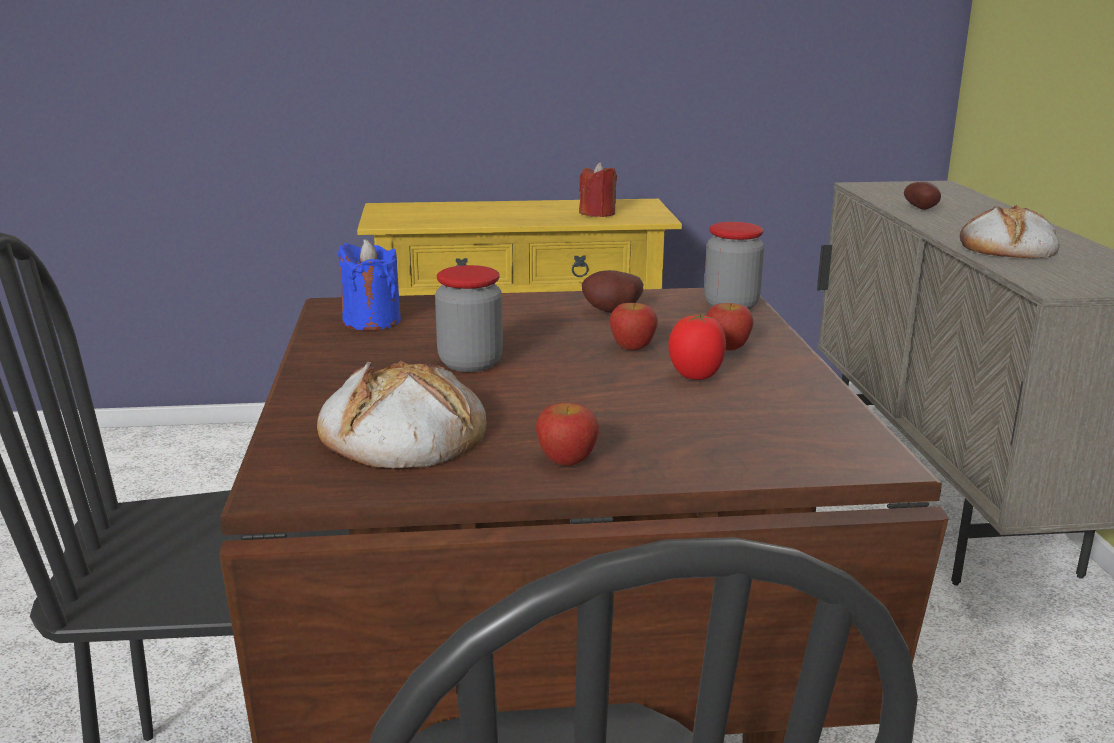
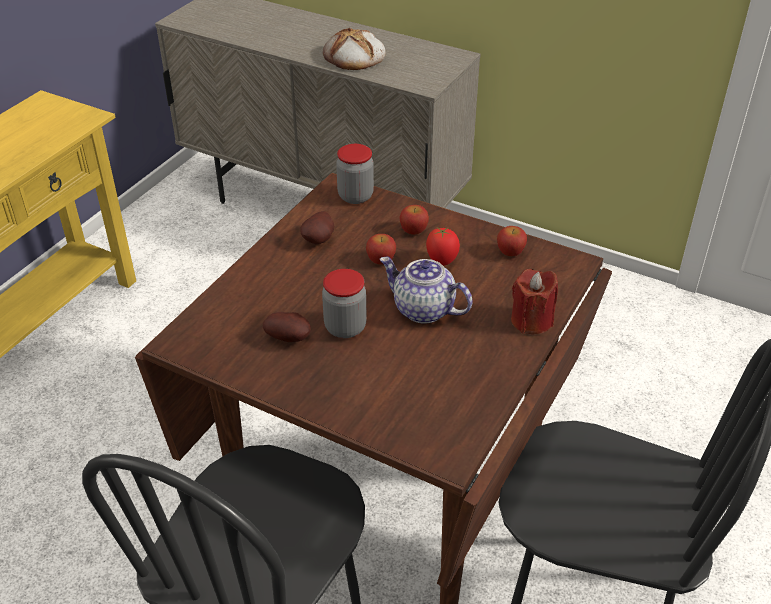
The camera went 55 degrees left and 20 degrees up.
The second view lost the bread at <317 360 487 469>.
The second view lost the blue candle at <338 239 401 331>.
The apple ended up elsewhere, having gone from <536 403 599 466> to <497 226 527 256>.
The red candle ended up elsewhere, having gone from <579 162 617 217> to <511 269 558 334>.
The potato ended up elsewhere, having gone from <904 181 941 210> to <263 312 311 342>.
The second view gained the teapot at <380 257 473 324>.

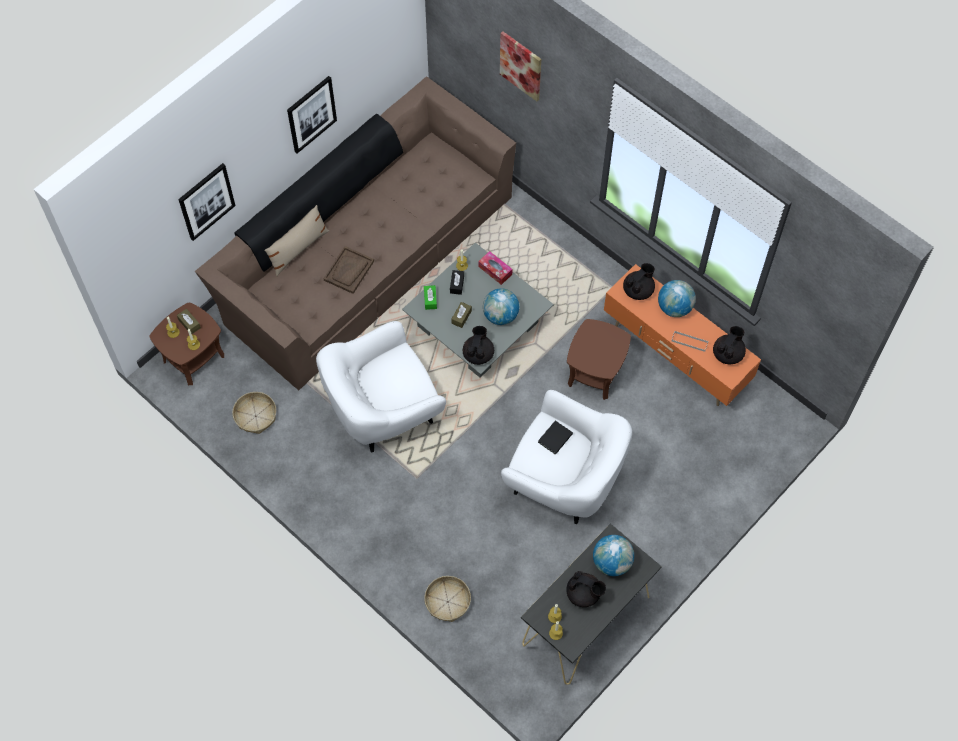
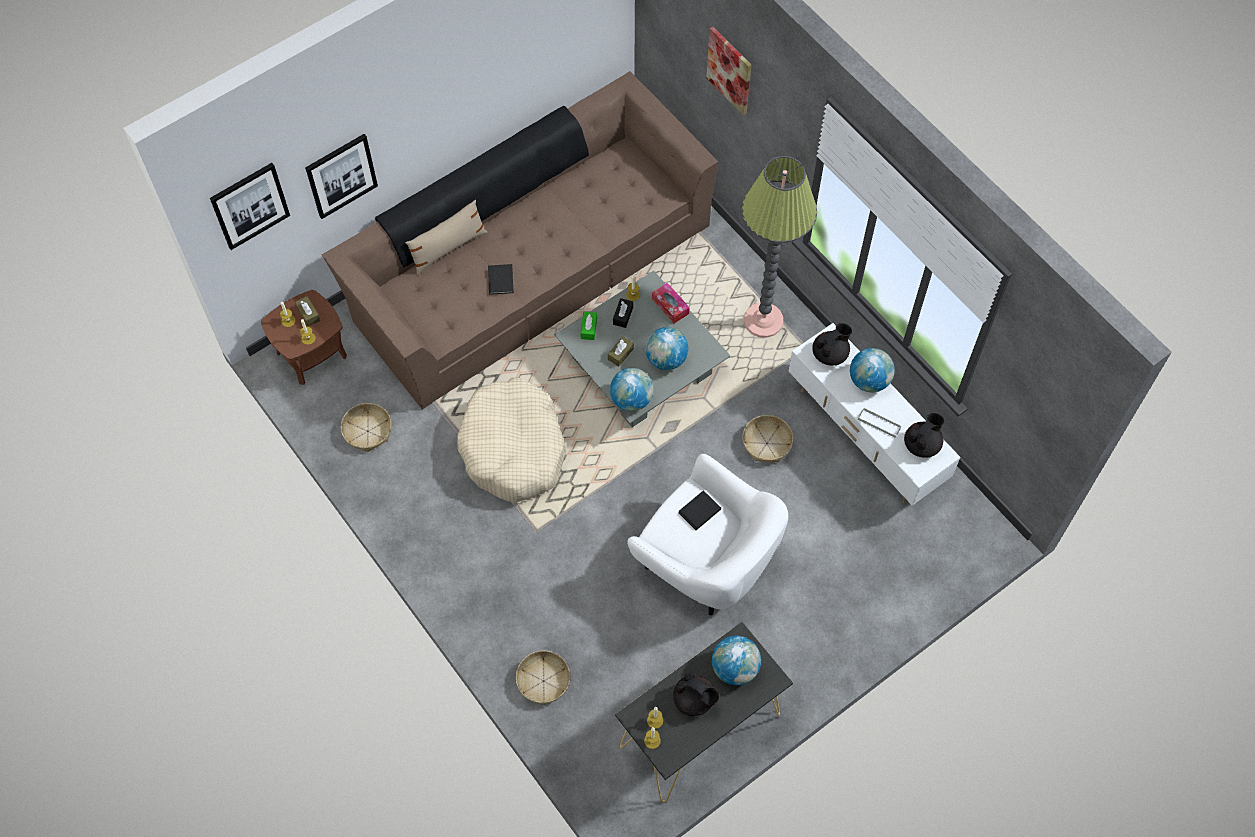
The camera went 10 degrees right and 0 degrees up.
The picture ended up elsewhere, having gone from <287 76 337 154> to <210 163 290 250>.
Where the white armchair stood at <316 321 446 452>, the beige dog bed came to stand at <457 377 566 503>.
Where the brown tray stood at <323 246 374 294>, the black book came to stand at <488 264 514 295>.
Where the black teapot stood at <463 326 494 365>, the globe came to stand at <610 368 654 411>.
Where the brown side table stood at <567 319 631 400>, the basket came to stand at <742 415 793 462>.
What was the orange tv stand at <604 264 761 406> turned into the white tv stand at <789 323 960 505>.
The second view gained the floor lamp at <742 156 817 338>.

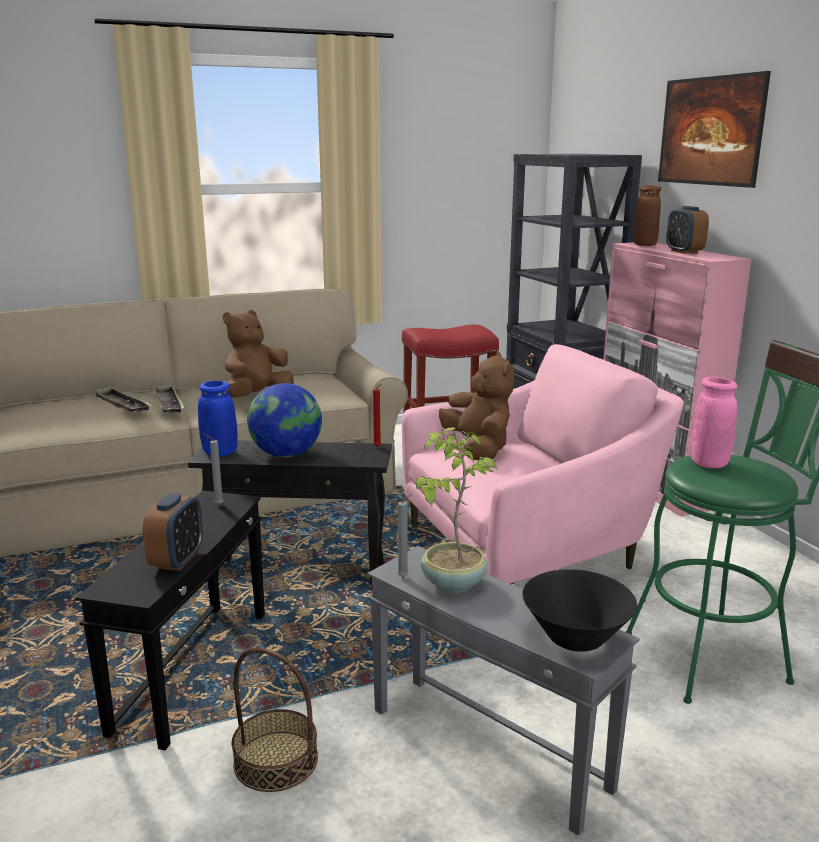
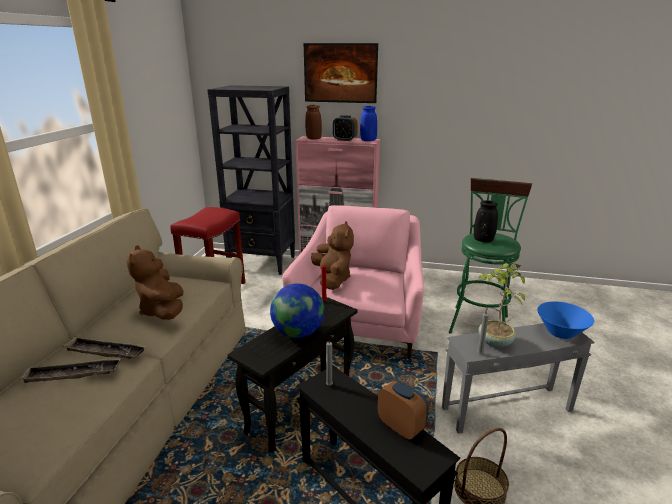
The camera went 55 degrees left and 5 degrees up.
The blue vase ended up elsewhere, having gone from <198 381 237 456> to <360 106 377 141>.
The brown plush toy at <439 352 515 460> ended up facing another way, 60 degrees clockwise from before.
What was the black bowl at <522 569 637 652> turned into the blue bowl at <537 301 594 339>.
What was the pink vase at <691 377 737 468> turned into the black vase at <474 201 498 243>.

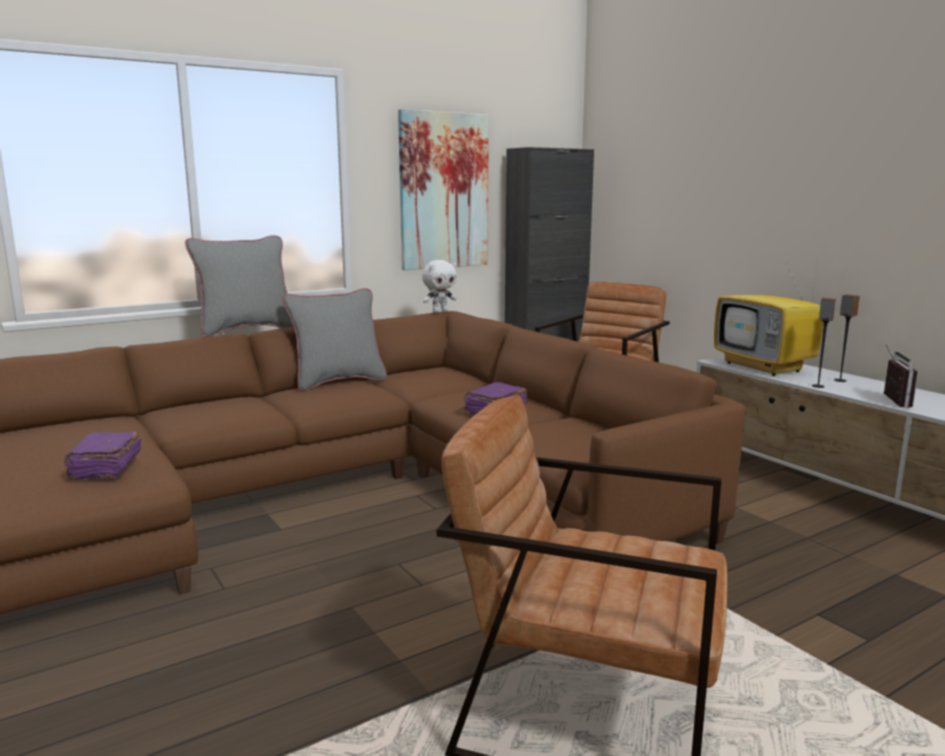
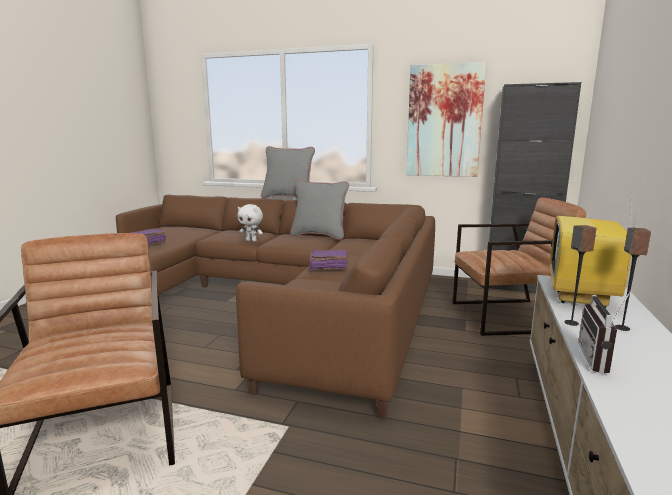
The camera went 50 degrees right and 0 degrees up.
The white plush toy ended up elsewhere, having gone from <422 260 457 313> to <237 204 263 241>.
The radio at <884 344 918 408> ended up facing another way, 135 degrees clockwise from before.

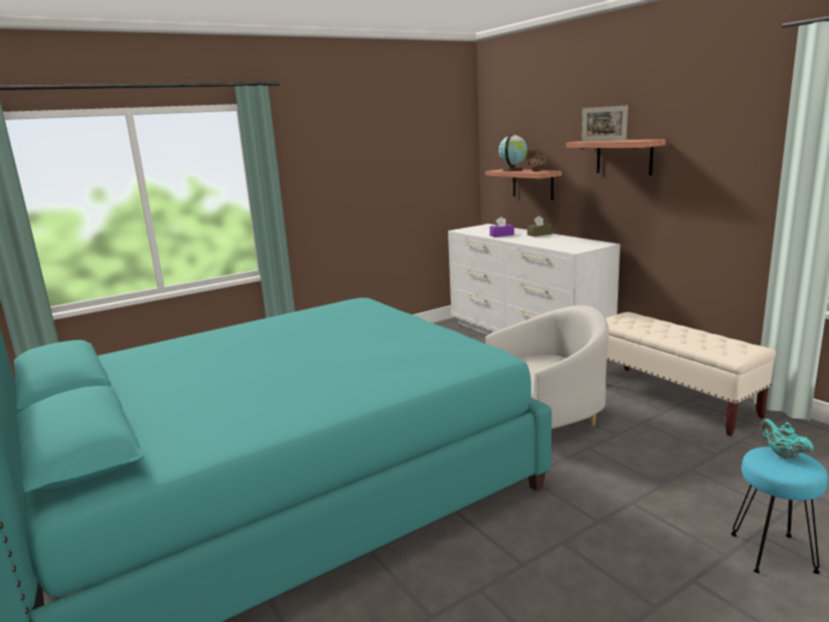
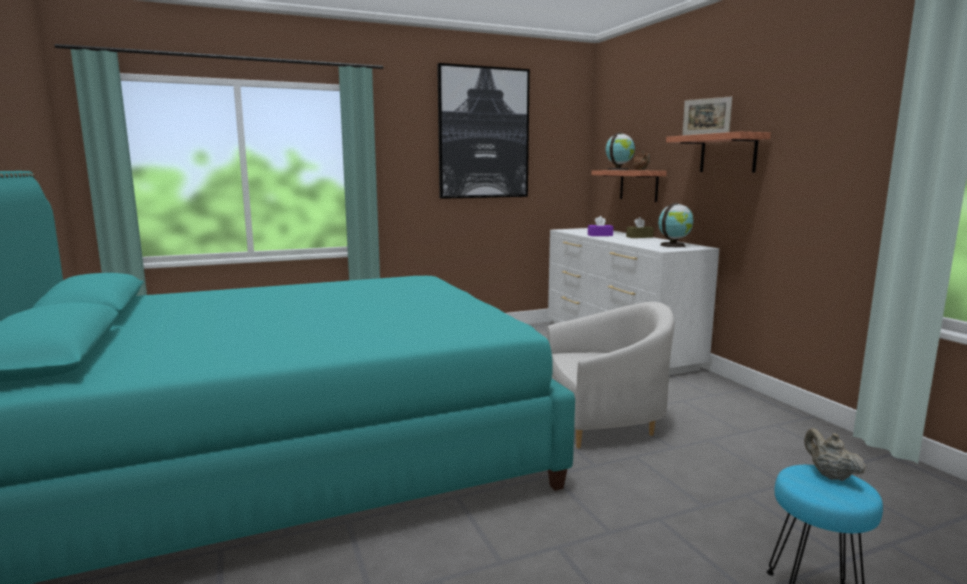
The camera went 10 degrees right and 5 degrees down.
The second view lost the beige bench at <606 312 776 436>.
What was the turquoise teapot at <759 419 814 459> turned into the beige teapot at <804 428 866 481>.
The second view gained the picture at <437 63 530 199>.
The second view gained the globe at <658 203 694 247>.

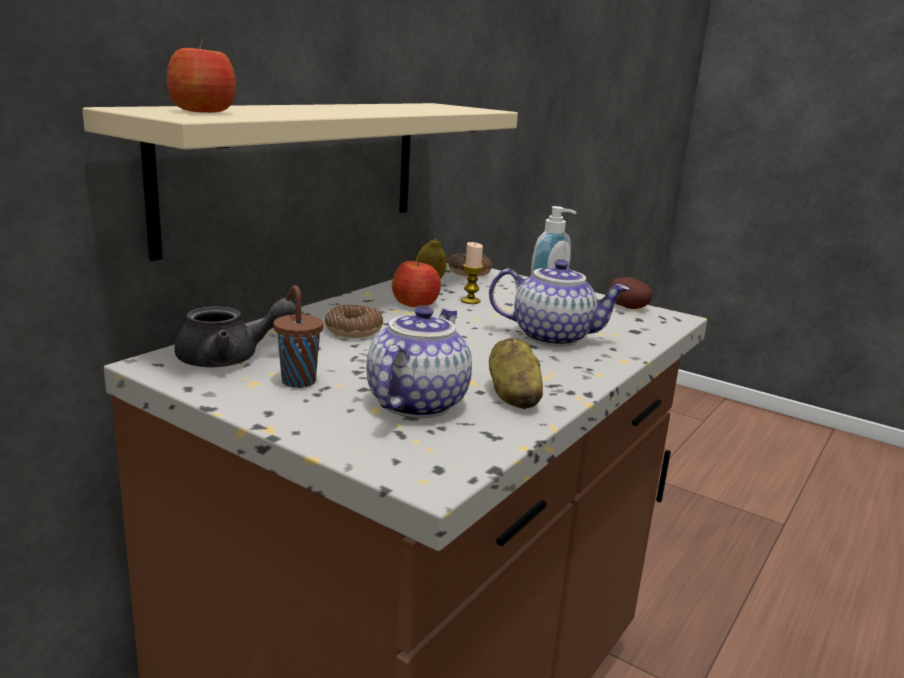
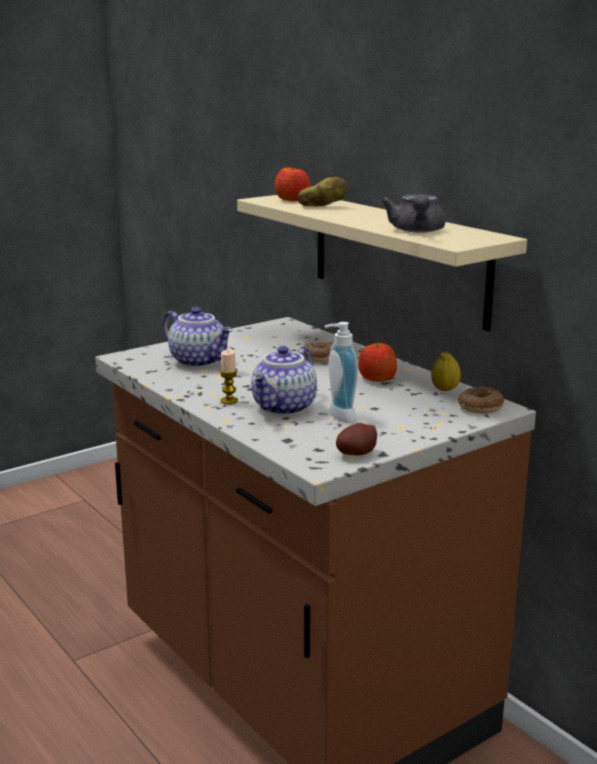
The camera went 110 degrees right and 0 degrees up.
The grey teapot ended up elsewhere, having gone from <175 298 296 368> to <381 194 445 233>.
The second view lost the brown cup at <273 285 324 388>.
The candle ended up elsewhere, having gone from <461 242 483 304> to <220 349 238 404>.
The potato ended up elsewhere, having gone from <489 338 543 409> to <297 176 348 206>.

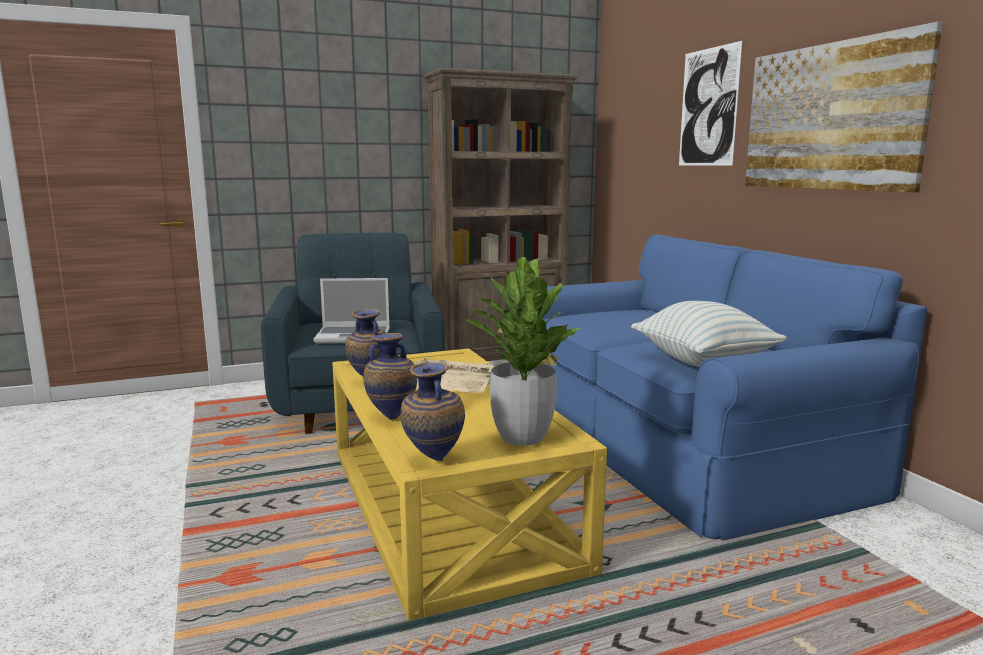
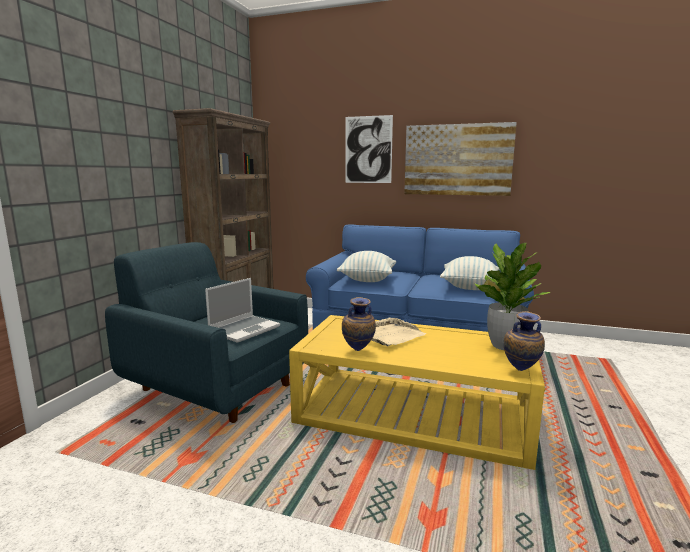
The camera went 50 degrees left and 0 degrees up.
The second view lost the vase at <363 333 417 420>.
The second view gained the pillow at <337 251 396 282>.

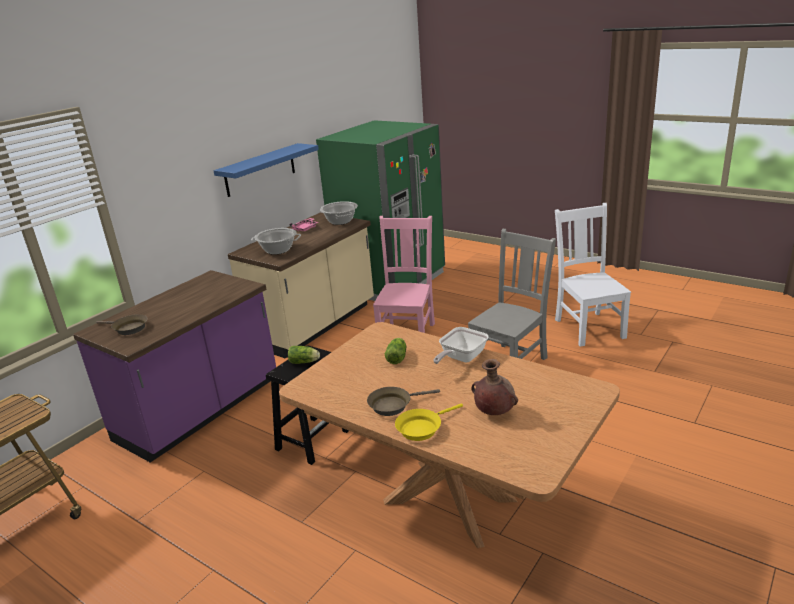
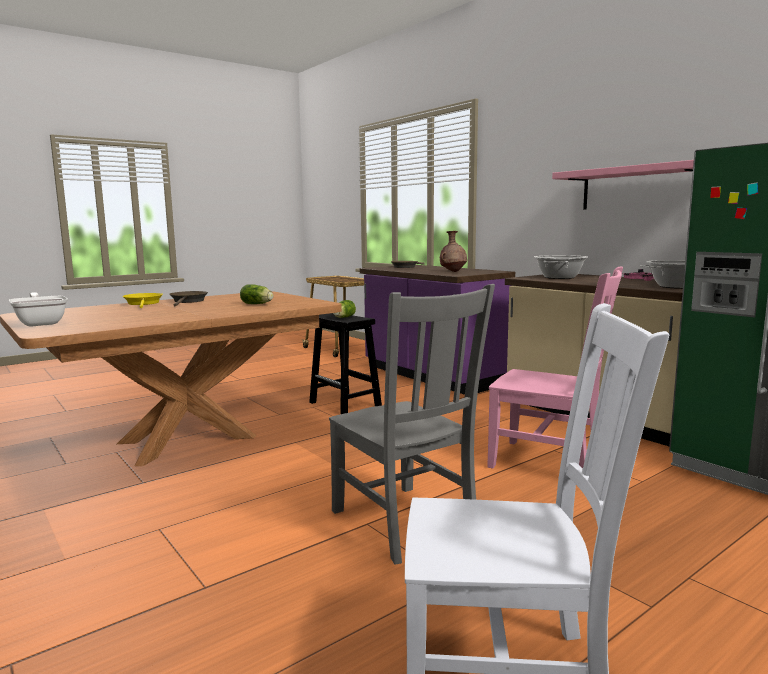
The camera went 105 degrees right and 15 degrees down.
What was the blue shelf at <214 143 319 197> turned into the pink shelf at <552 160 694 210>.
The frying pan ended up elsewhere, having gone from <433 327 489 364> to <9 292 68 327>.
The brown vase ended up elsewhere, having gone from <471 359 518 415> to <440 231 467 272>.

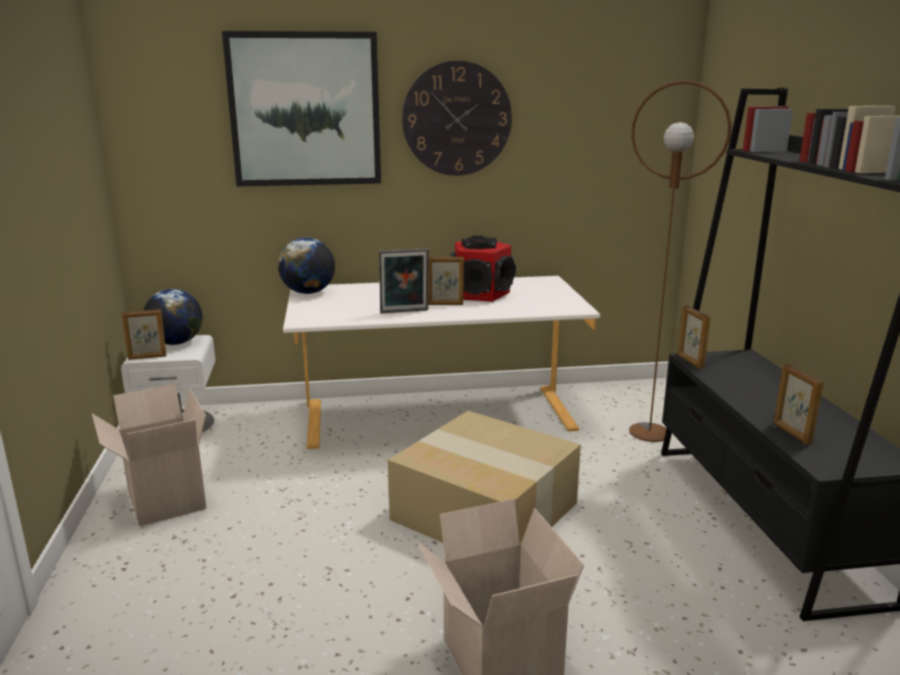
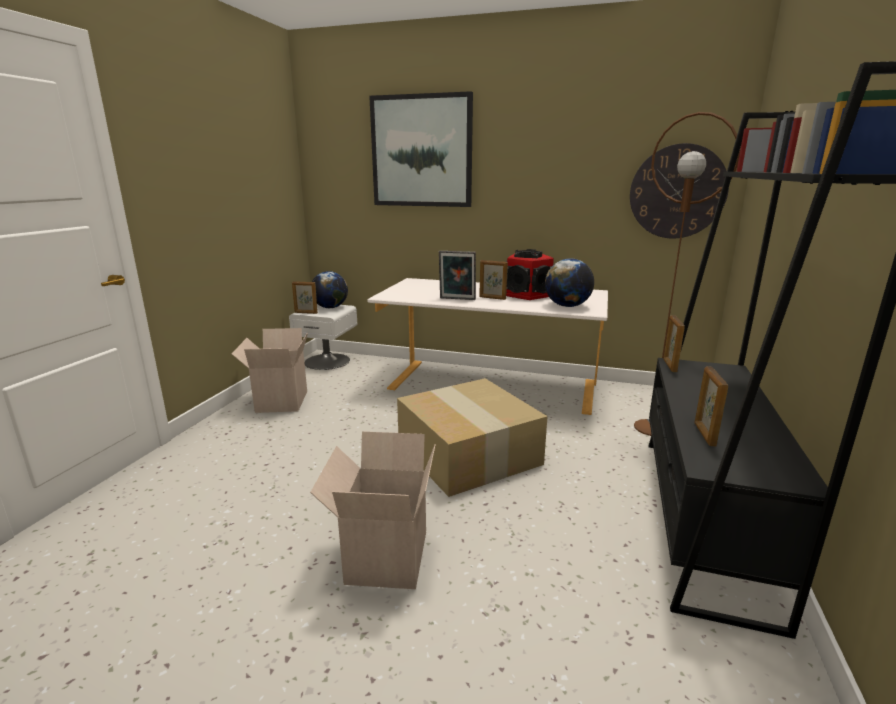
The camera went 25 degrees right and 0 degrees up.
The globe ended up elsewhere, having gone from <278 238 335 294> to <545 259 594 307>.
The wall clock ended up elsewhere, having gone from <402 60 512 176> to <630 143 729 239>.

